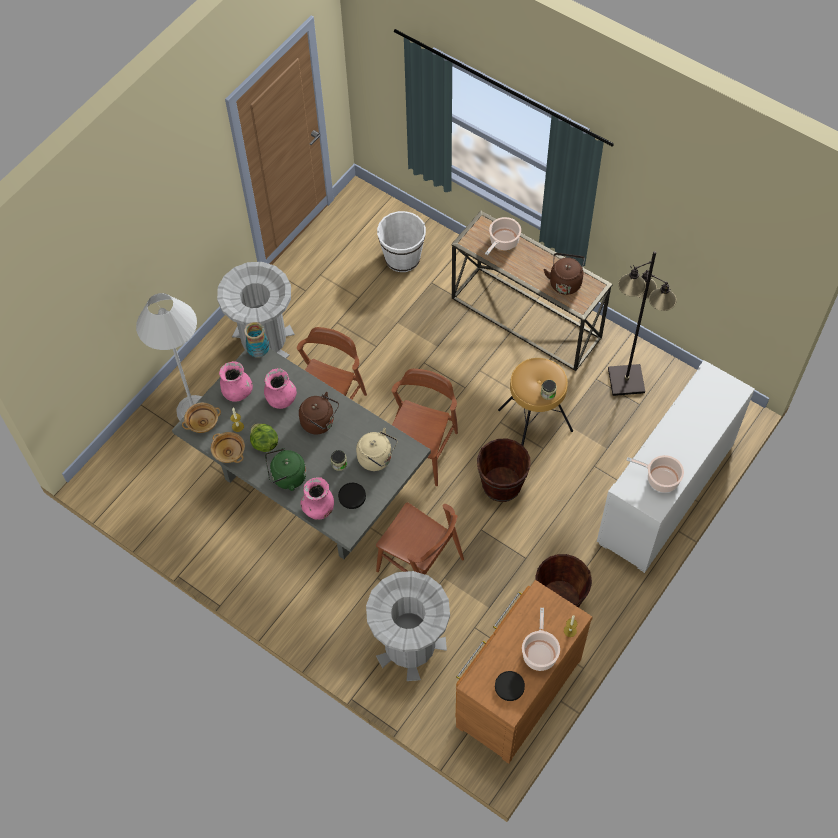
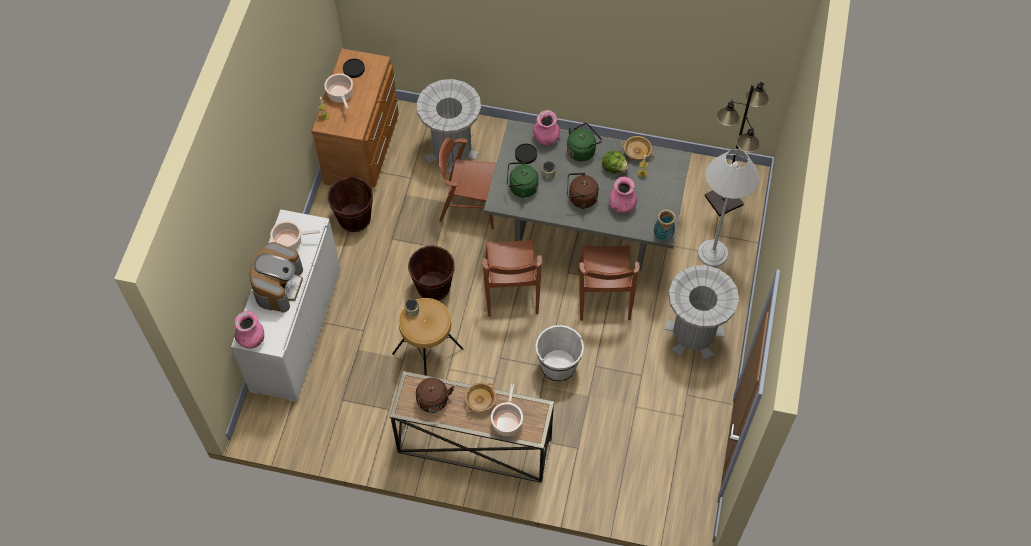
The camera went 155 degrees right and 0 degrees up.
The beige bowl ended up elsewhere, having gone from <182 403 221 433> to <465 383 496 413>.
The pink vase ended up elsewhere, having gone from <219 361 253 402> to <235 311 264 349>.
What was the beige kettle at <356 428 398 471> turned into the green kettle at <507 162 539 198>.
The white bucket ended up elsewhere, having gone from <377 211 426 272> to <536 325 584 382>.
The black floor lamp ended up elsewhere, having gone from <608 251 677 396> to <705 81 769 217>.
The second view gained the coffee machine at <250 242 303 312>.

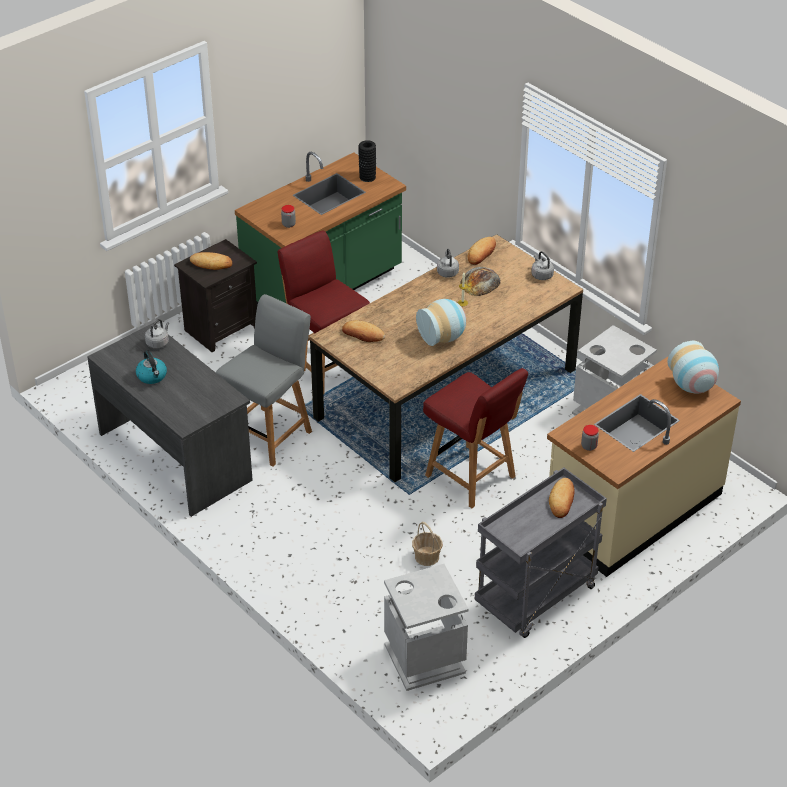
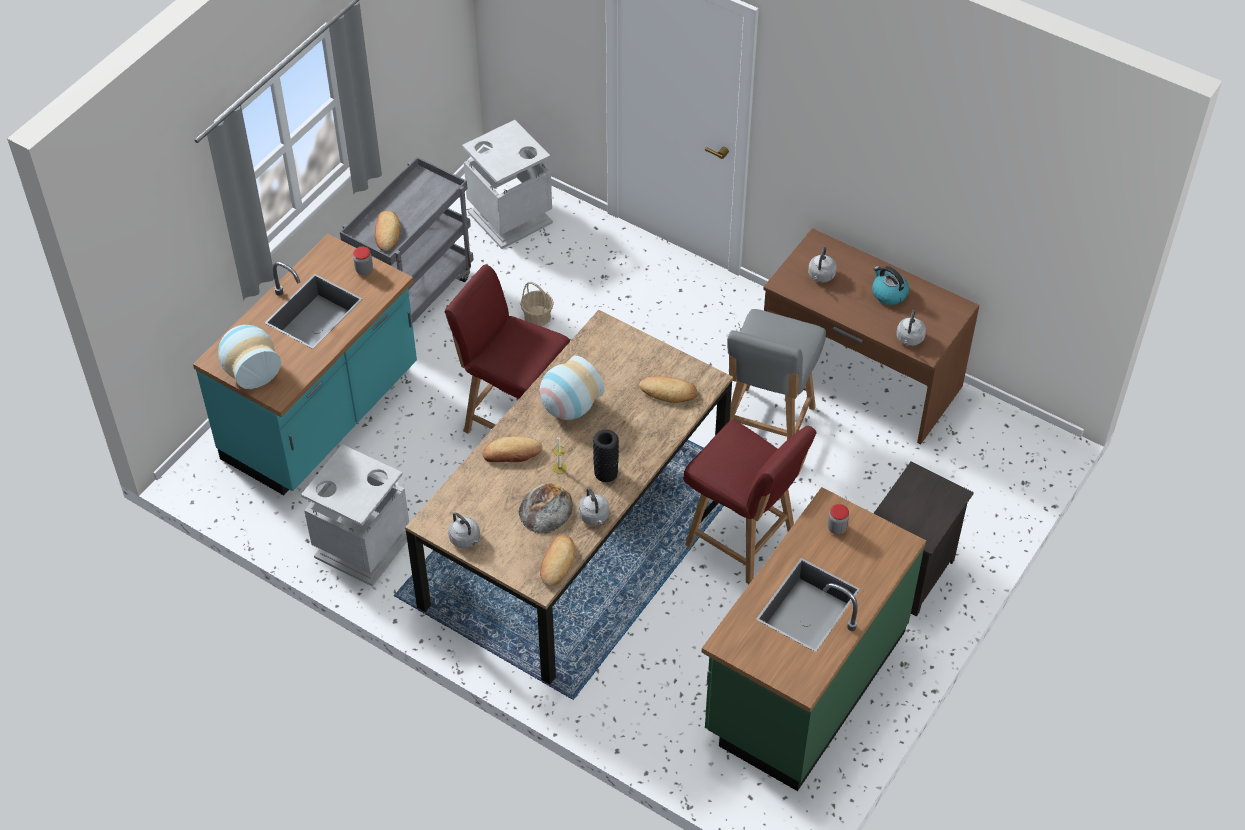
The camera went 165 degrees right and 10 degrees up.
What was the grey desk at <87 323 253 517> turned into the brown desk at <763 228 979 445>.
The bread ended up elsewhere, having gone from <190 252 232 270> to <483 436 542 462>.
The black vase ended up elsewhere, having gone from <358 140 376 182> to <593 430 619 482>.
What was the beige counter at <547 357 741 577> turned into the turquoise counter at <193 234 417 495>.
The second view gained the grey kettle at <808 247 837 283>.

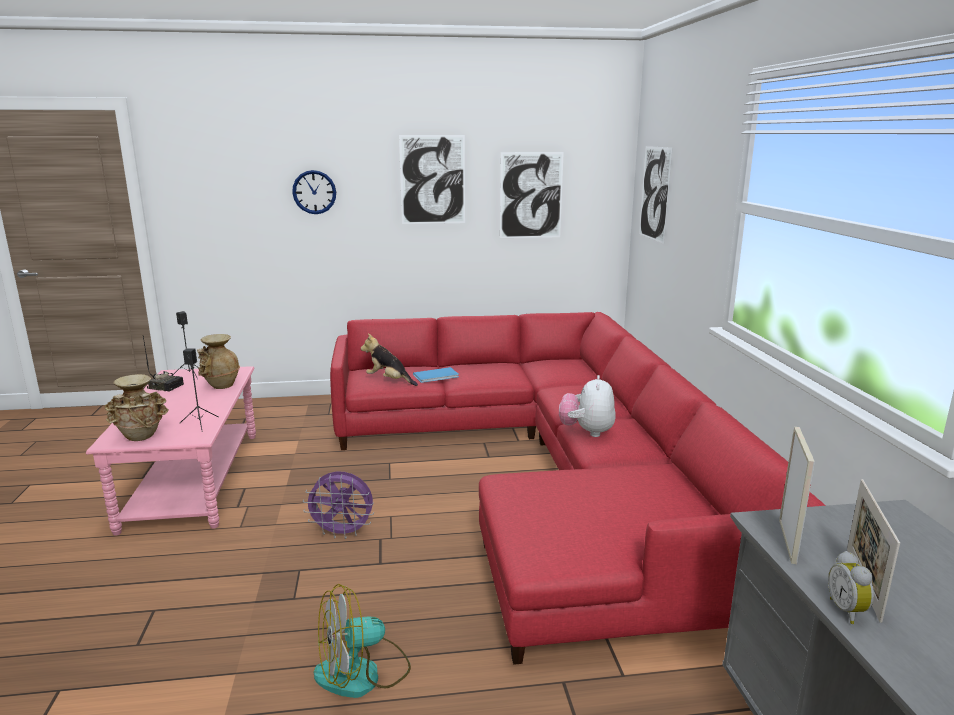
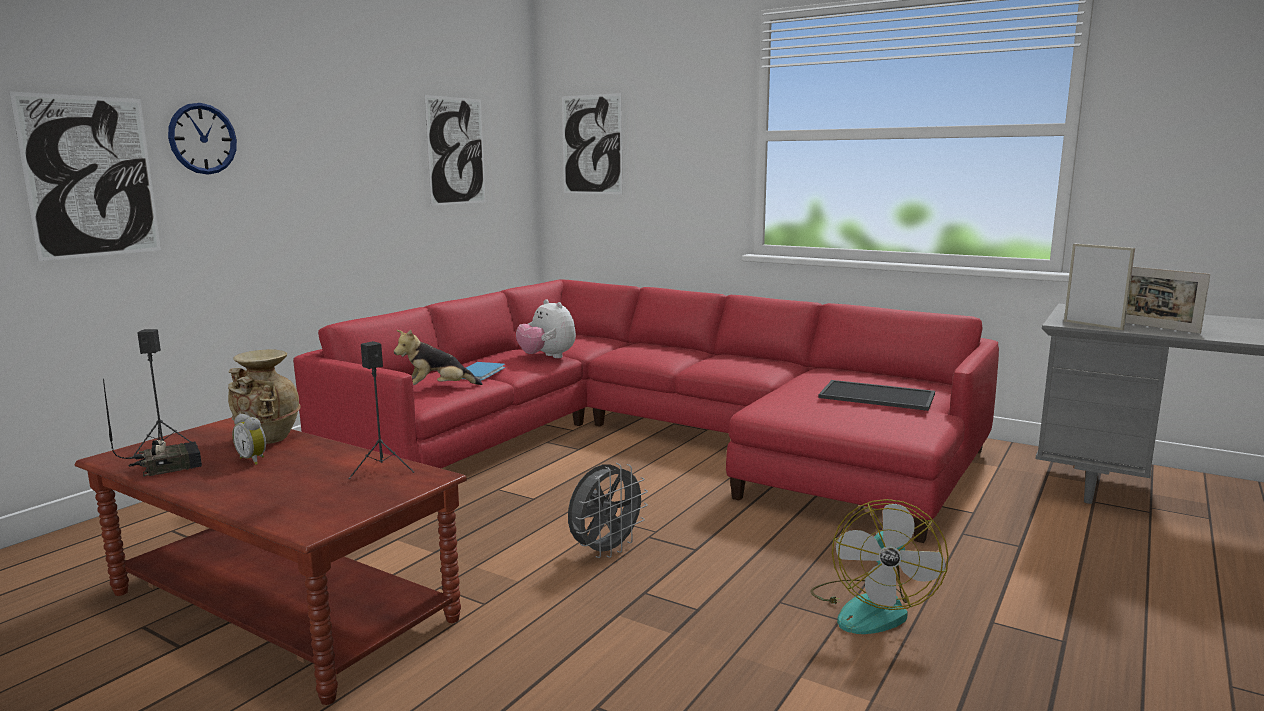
The camera went 50 degrees left and 5 degrees down.
What was the pink coffee table at <86 366 256 536> turned into the brown coffee table at <74 417 467 705>.
The second view lost the beige vase at <105 374 169 441>.
What was the purple fan at <303 471 374 539> turned into the grey fan at <568 463 648 558>.
The picture ended up elsewhere, having gone from <399 135 465 224> to <9 91 161 261>.
The plush toy ended up elsewhere, having gone from <559 375 616 437> to <516 299 576 358>.
The alarm clock ended up elsewhere, having gone from <828 551 874 624> to <232 414 266 465>.
The second view gained the tray at <818 380 935 411>.

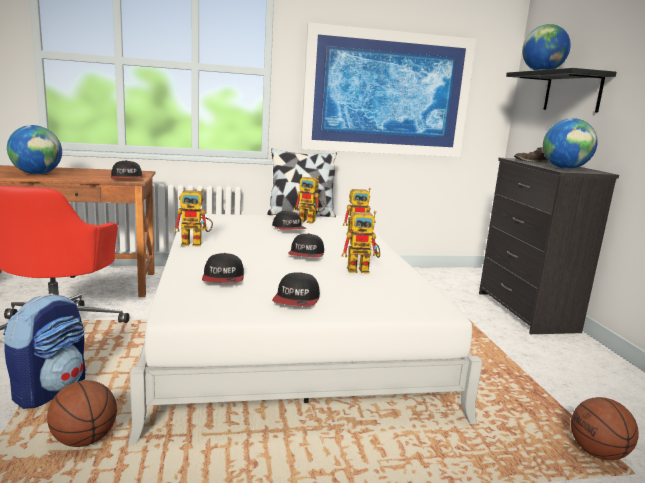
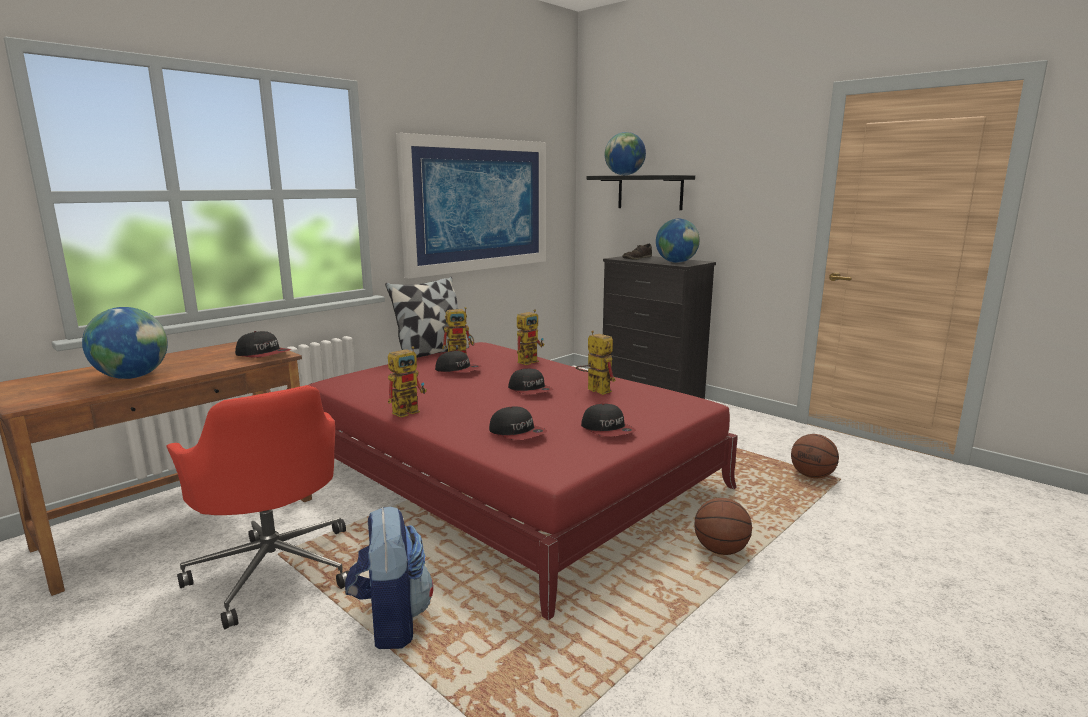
The camera went 35 degrees left and 0 degrees up.
The basketball ended up elsewhere, having gone from <47 380 117 447> to <694 498 752 555>.
What was the white bed at <128 214 483 444> turned into the red bed at <309 342 738 620>.
The toy robot at <341 211 380 273> ended up facing another way, 90 degrees counterclockwise from before.

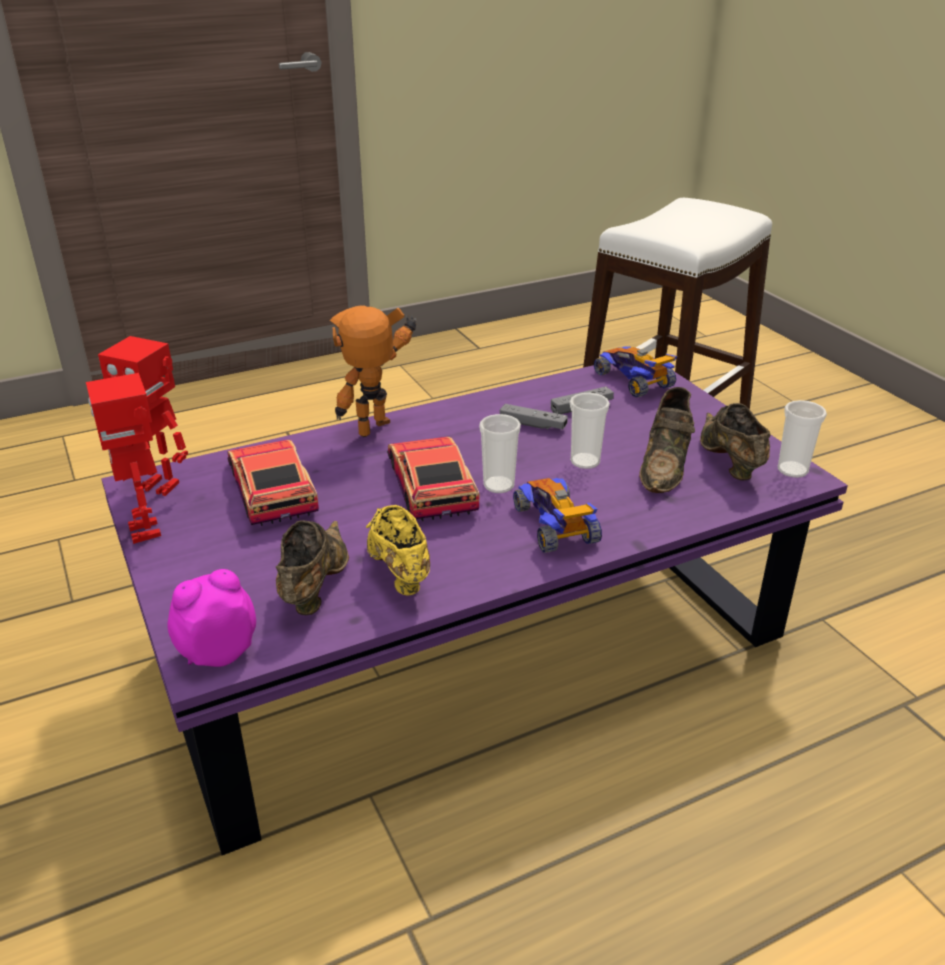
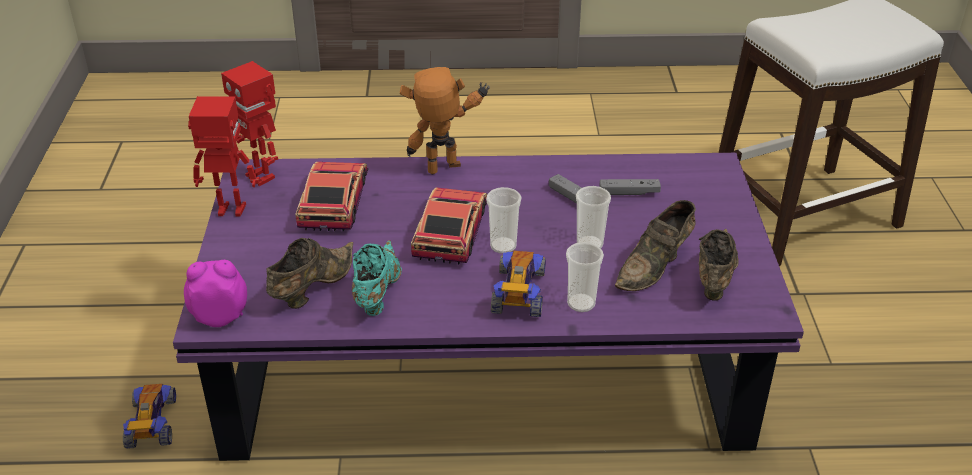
The camera went 25 degrees right and 5 degrees up.
The toy robot at <86 373 161 544> ended up facing another way, 90 degrees clockwise from before.
What was the yellow shoe at <366 505 430 596> turned into the turquoise shoe at <352 240 402 316>.
The toy car ended up elsewhere, having gone from <594 347 678 398> to <123 384 176 449>.
The cup ended up elsewhere, having gone from <778 400 827 478> to <566 242 604 312>.

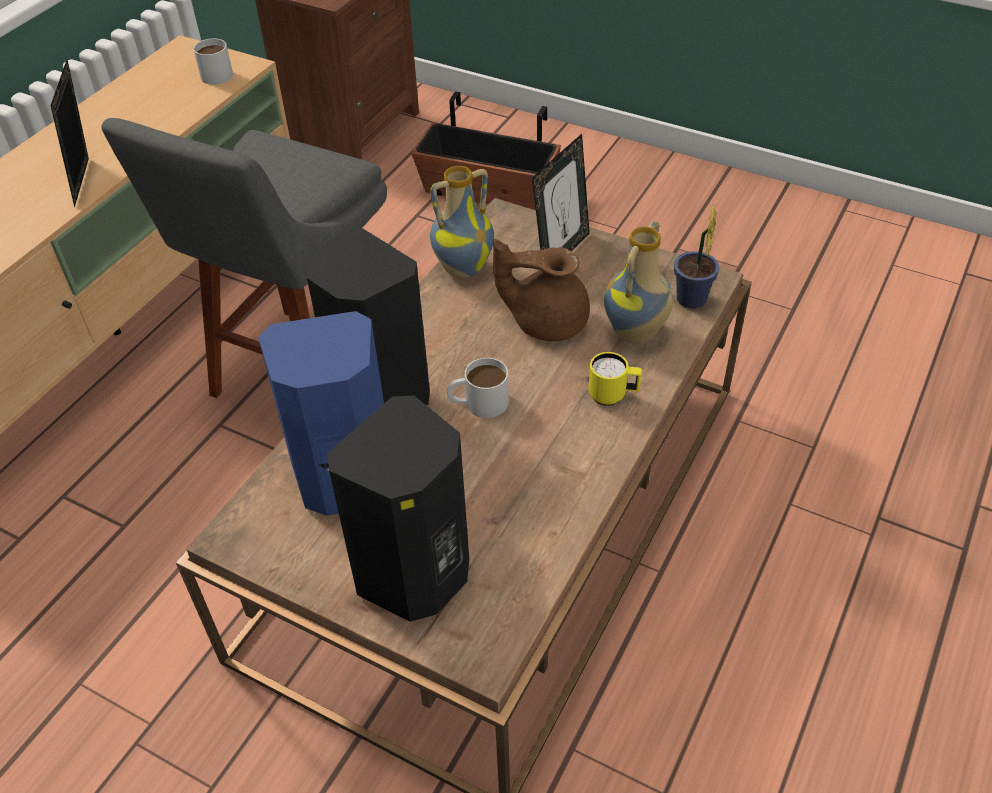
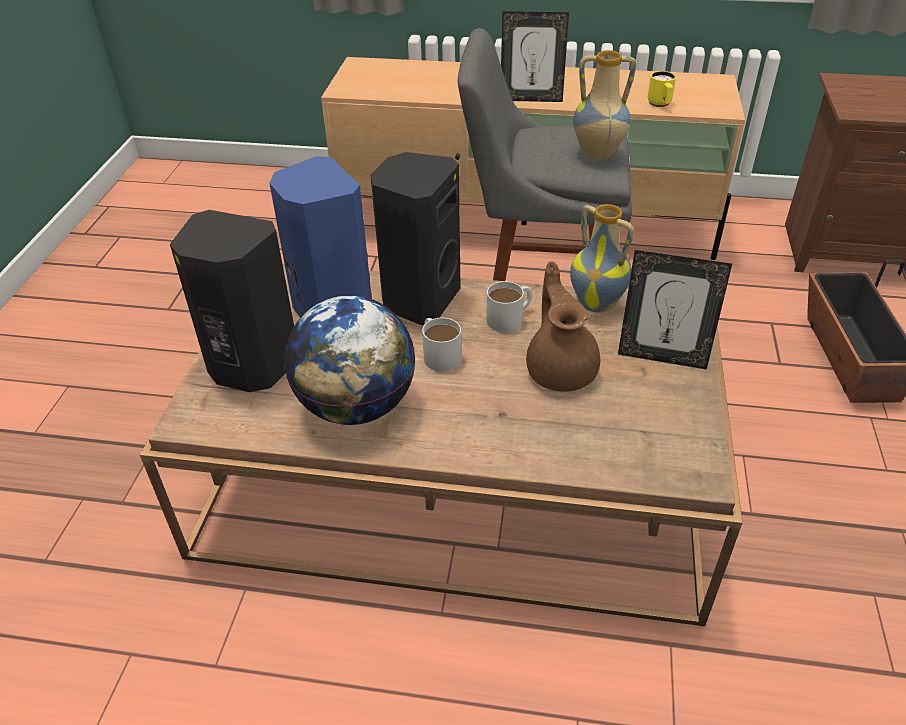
The camera went 70 degrees right and 5 degrees down.
The picture frame at <50 59 89 208> ended up facing another way, 150 degrees counterclockwise from before.
The white mug ended up elsewhere, having gone from <193 38 233 85> to <486 281 532 332>.
The yellow mug ended up elsewhere, having gone from <589 352 642 406> to <648 71 676 107>.
The vase ended up elsewhere, having gone from <604 221 673 343> to <573 50 636 159>.
The second view lost the potted plant at <674 203 720 309>.
The second view gained the globe at <285 295 416 425>.

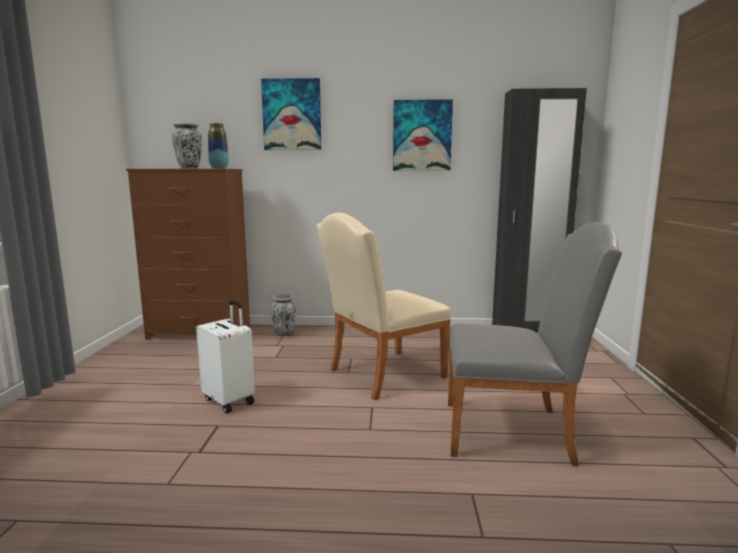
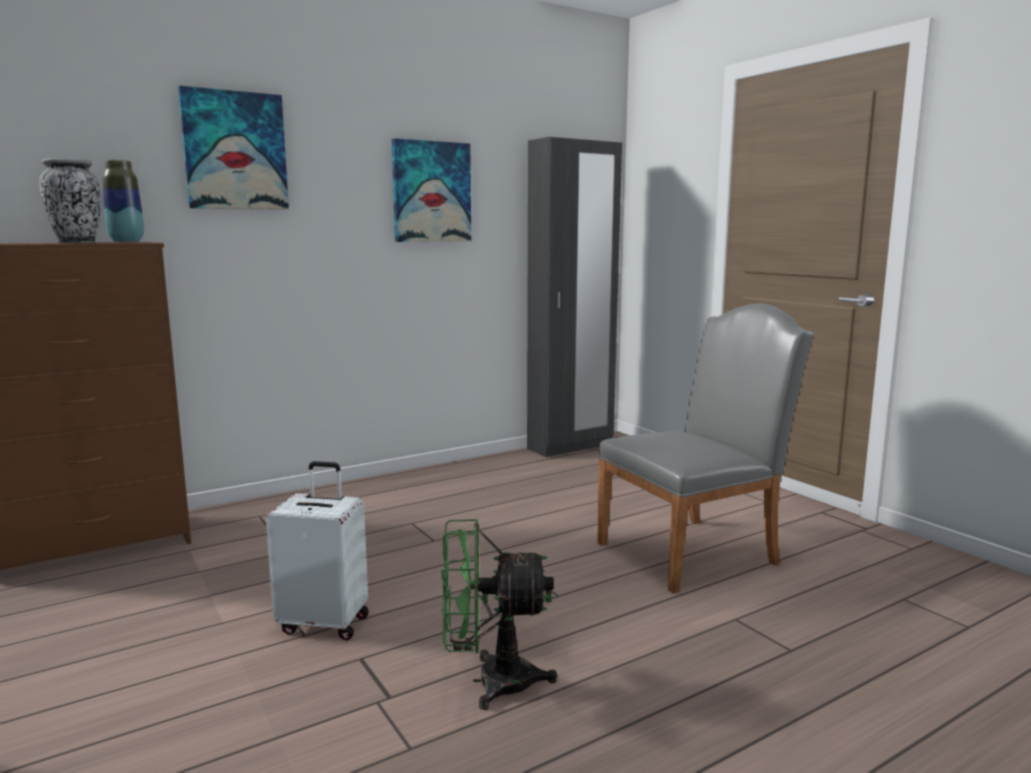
The camera went 35 degrees left and 0 degrees up.
The second view lost the vase at <271 294 296 336>.
The second view lost the beige chair at <316 213 451 400>.
The second view gained the green fan at <441 519 557 710>.

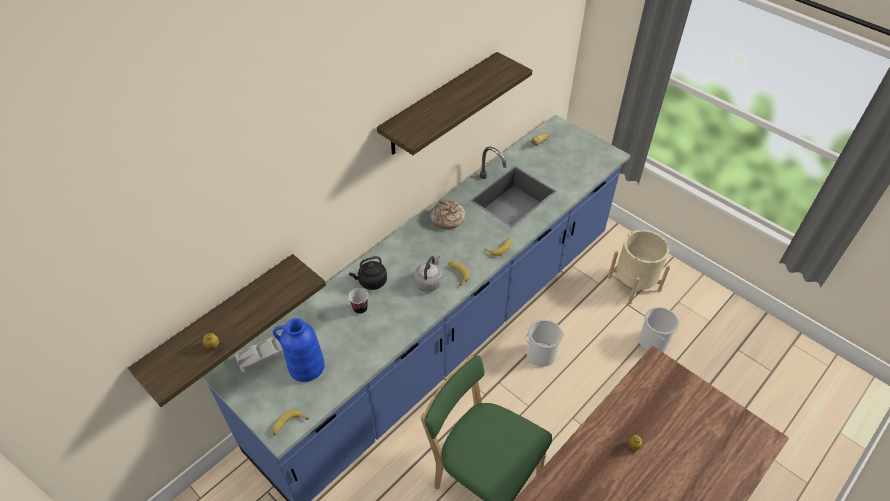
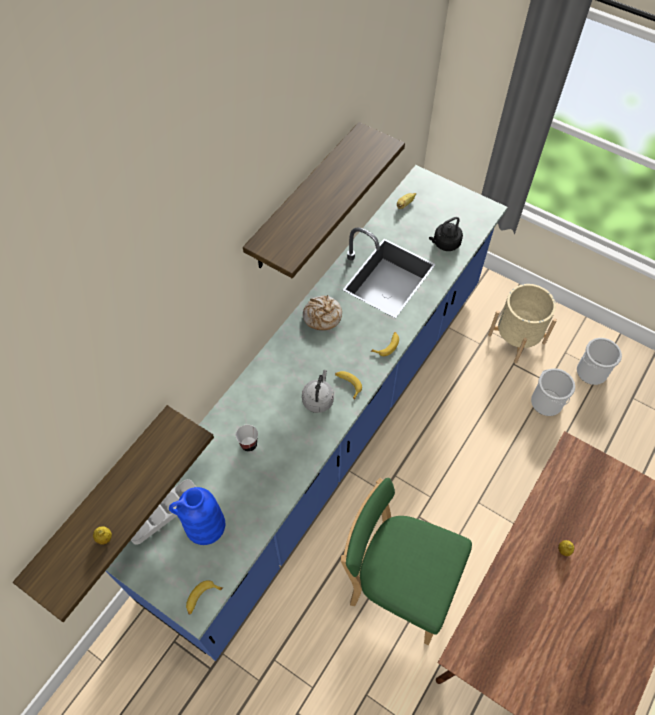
The camera went 10 degrees left and 10 degrees up.
The black kettle ended up elsewhere, having gone from <349 256 387 290> to <429 217 463 251>.
The bucket ended up elsewhere, having gone from <525 319 564 367> to <577 338 622 385>.

